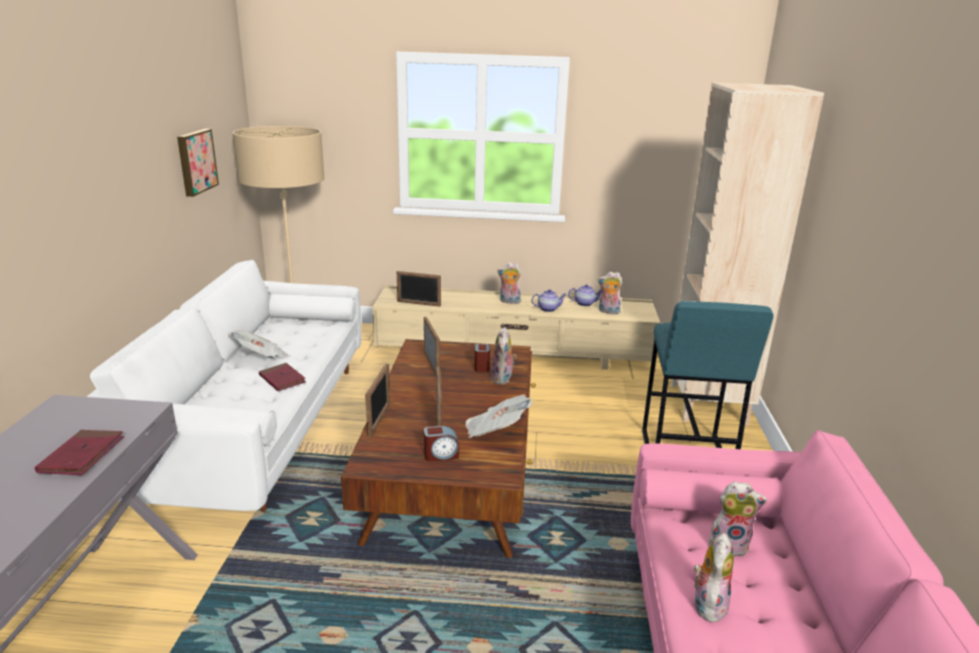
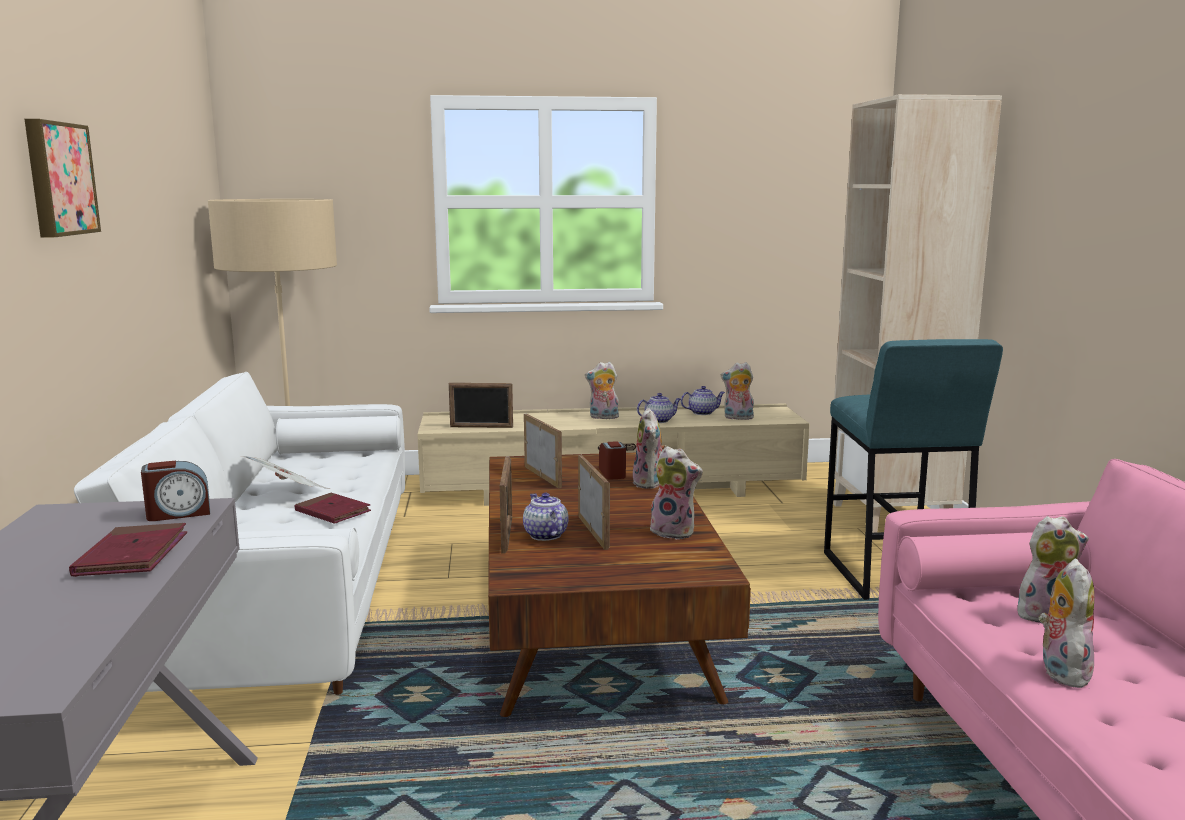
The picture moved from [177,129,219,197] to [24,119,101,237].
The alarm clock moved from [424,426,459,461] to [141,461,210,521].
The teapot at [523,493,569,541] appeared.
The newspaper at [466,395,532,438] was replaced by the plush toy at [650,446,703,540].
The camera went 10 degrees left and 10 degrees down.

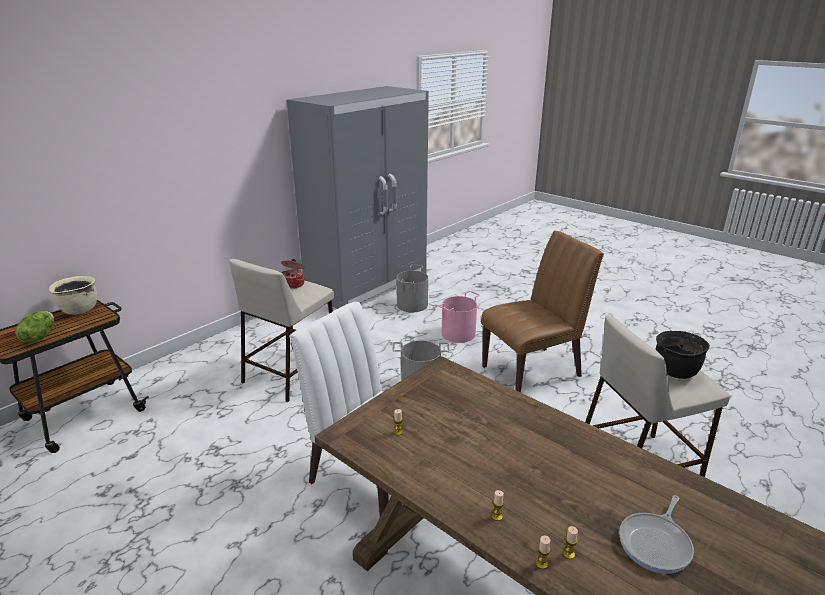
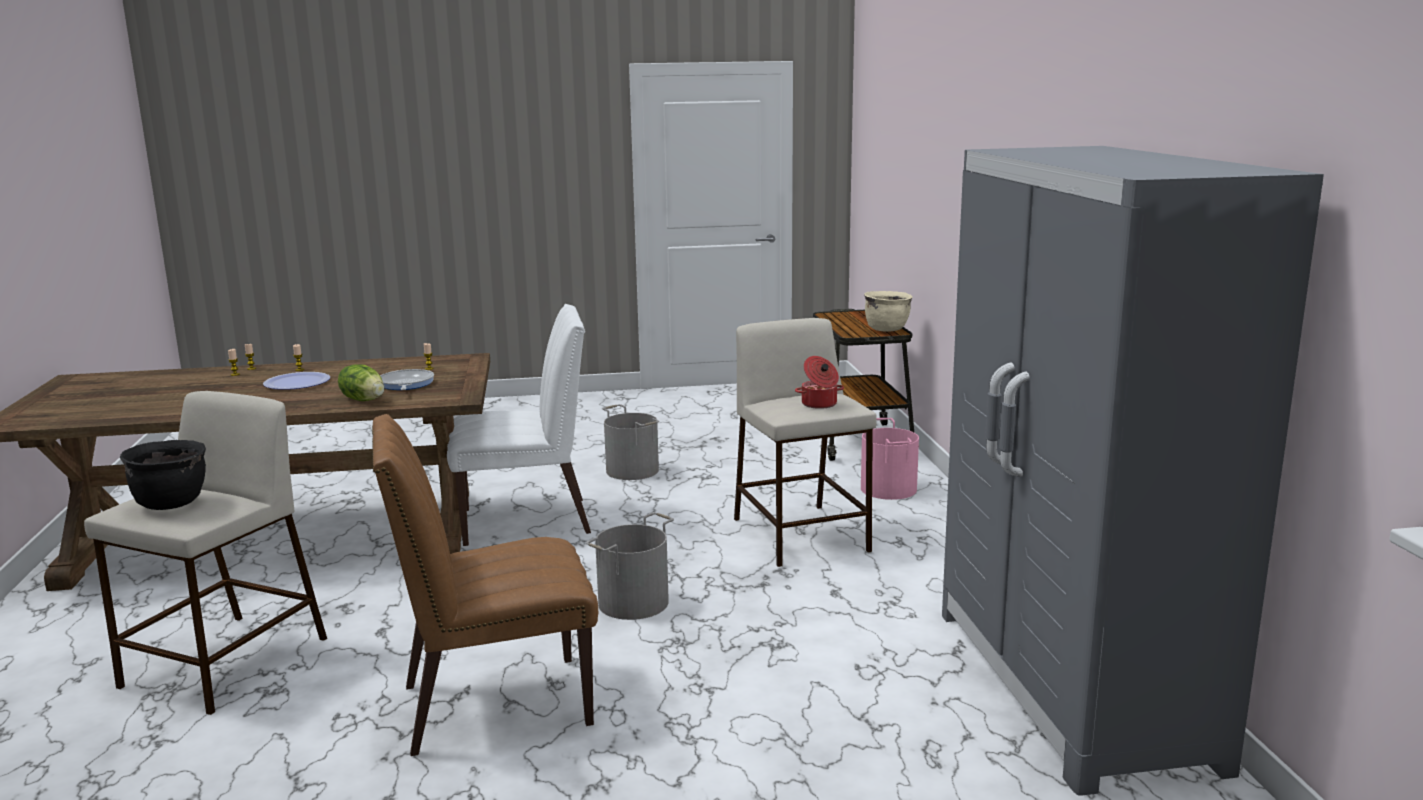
The plate at [263,372,330,390] appeared.
The lettuce moved from [15,311,54,343] to [338,364,384,401].
The chair (brown) at [481,231,604,393] turned 60 degrees clockwise.
The frying pan moved from [619,495,694,574] to [380,369,434,390].
The bucket (grey) moved from [397,265,428,312] to [602,404,659,480].
The bucket (pink) moved from [439,291,480,343] to [861,418,919,500].
The camera went 130 degrees right and 10 degrees down.

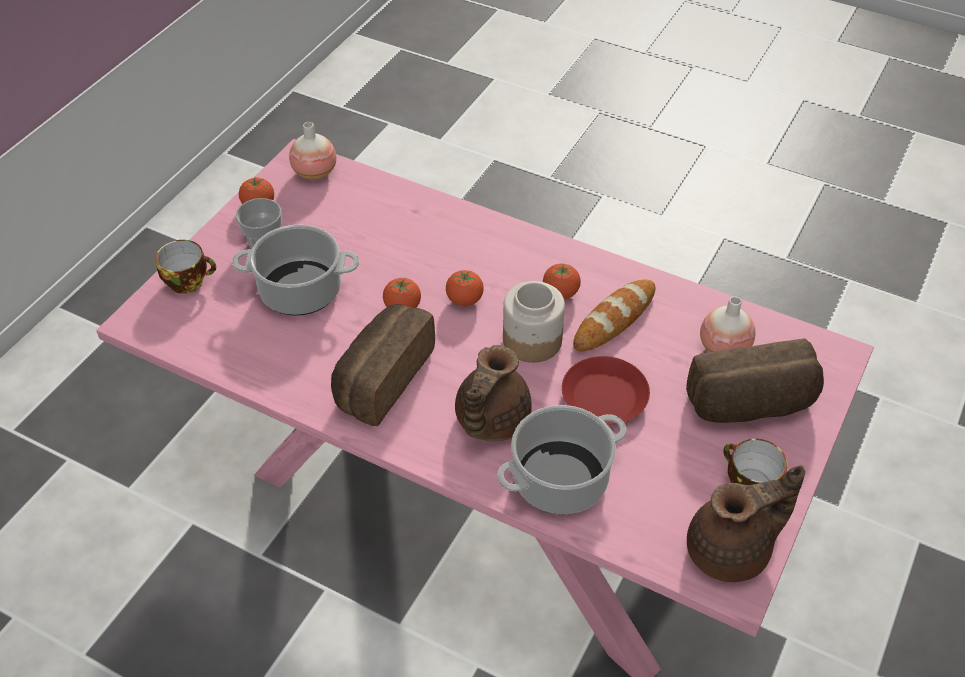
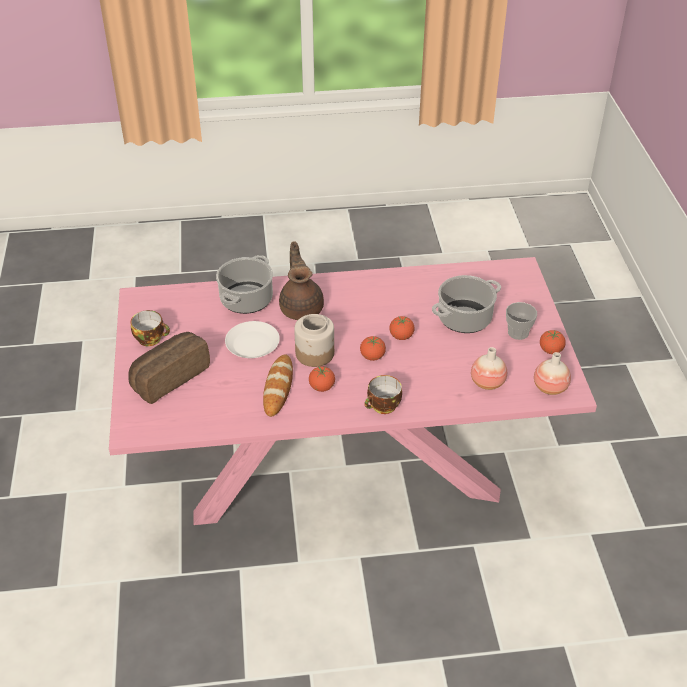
The plate (red) at [562,356,650,424] became the plate (white) at [225,321,280,358].
The cup moved from [155,240,216,294] to [364,375,402,414].
The vase moved from [700,297,756,352] to [471,347,507,390].
The bread at [331,304,435,426] disappeared.
The teapot (brown) at [687,466,805,583] disappeared.
The camera went 145 degrees right and 5 degrees down.

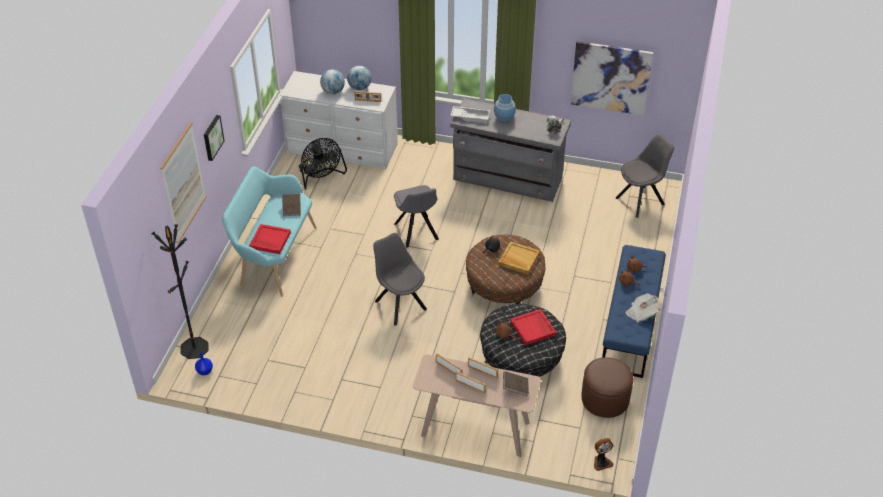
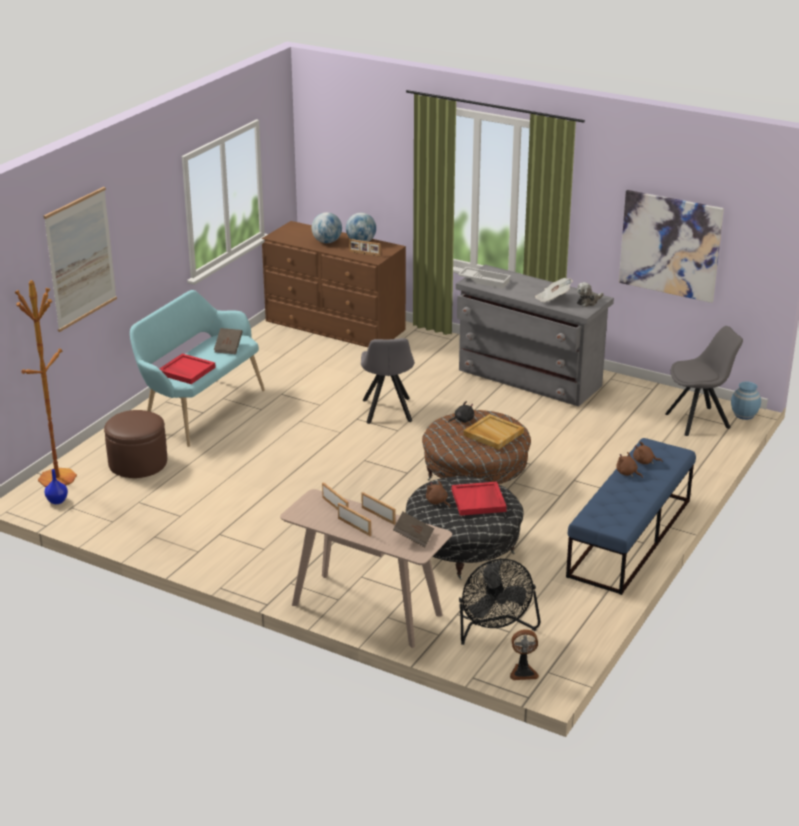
The clothes rack (black) at [152,224,208,359] became the clothes rack (orange) at [15,280,77,487].
The ottoman (brown) moved from [581,357,634,418] to [104,410,167,478].
The dresser (white) at [280,71,398,169] became the dresser (brown) at [262,221,406,347].
The fan (black) moved from [299,138,347,189] to [459,558,541,645].
The newspaper moved from [626,293,659,323] to [535,278,573,303].
The vase (blue) moved from [494,94,516,123] to [731,381,761,420].
The picture at [204,115,225,161] disappeared.
The chair (grey) at [373,233,427,326] disappeared.
The camera went 15 degrees right and 15 degrees down.

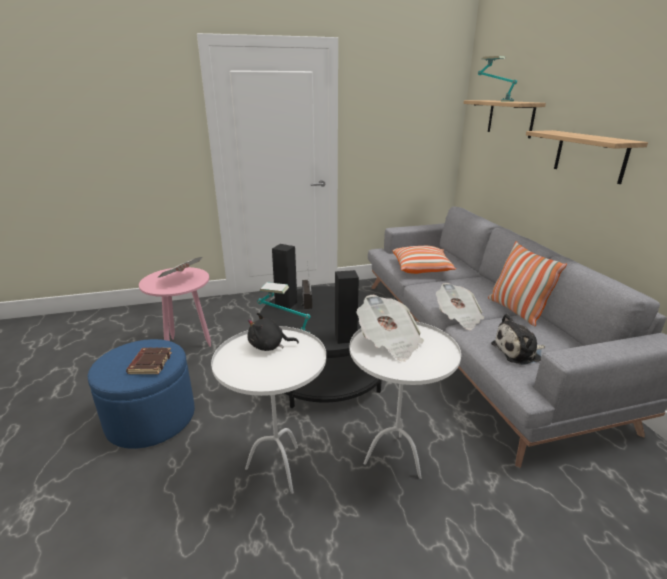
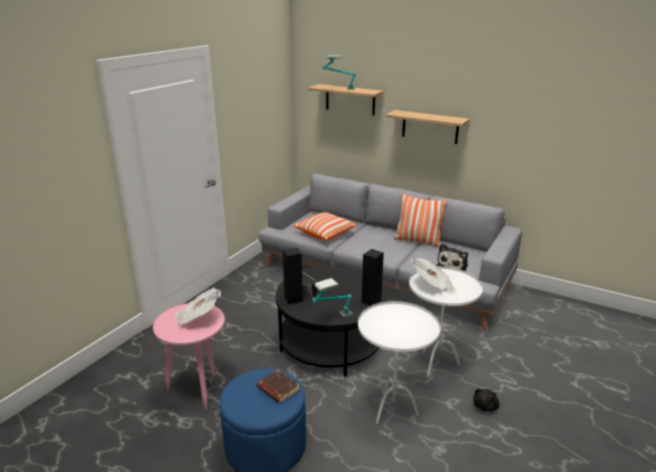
The plush toy (black) moved from [247,312,299,351] to [473,389,500,411].
The newspaper at [436,283,484,330] disappeared.
The camera went 45 degrees left and 0 degrees up.

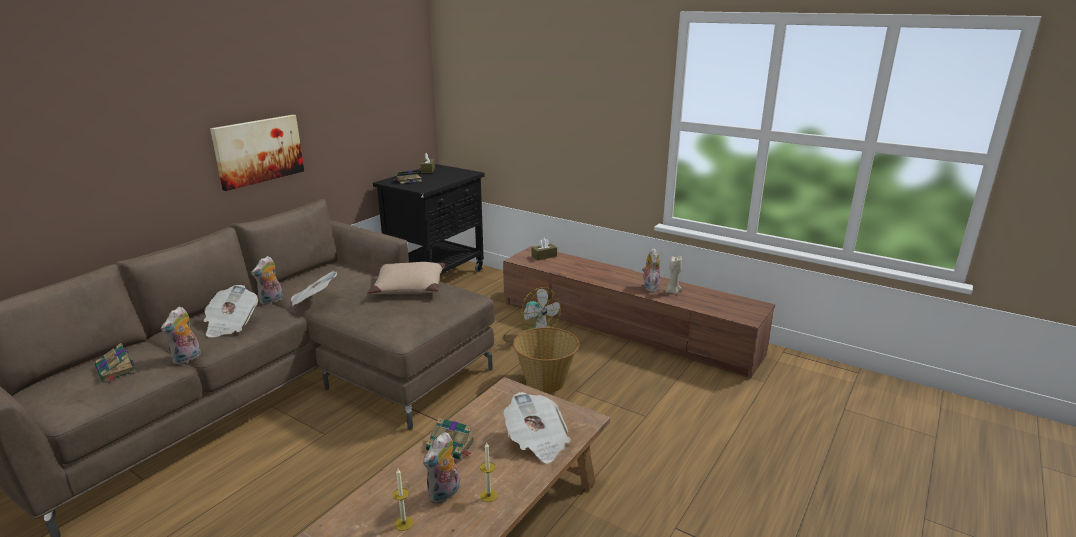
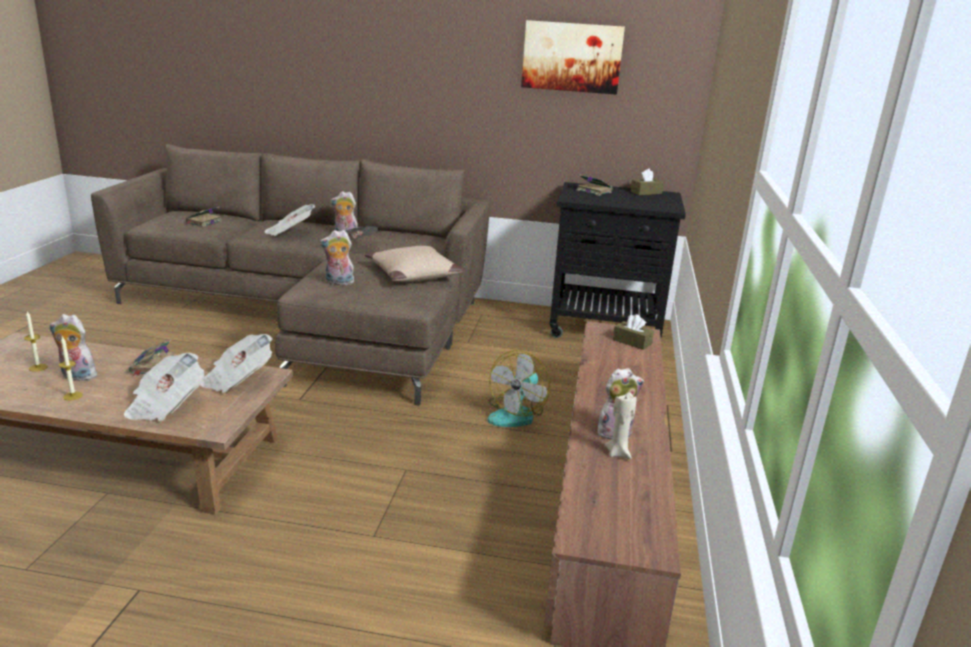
The newspaper at [200,334,273,393] appeared.
The plush toy moved from [161,307,201,365] to [320,230,354,285].
The picture moved from [210,115,304,191] to [521,20,625,95].
The basket at [513,327,579,394] disappeared.
The camera went 65 degrees right and 0 degrees up.

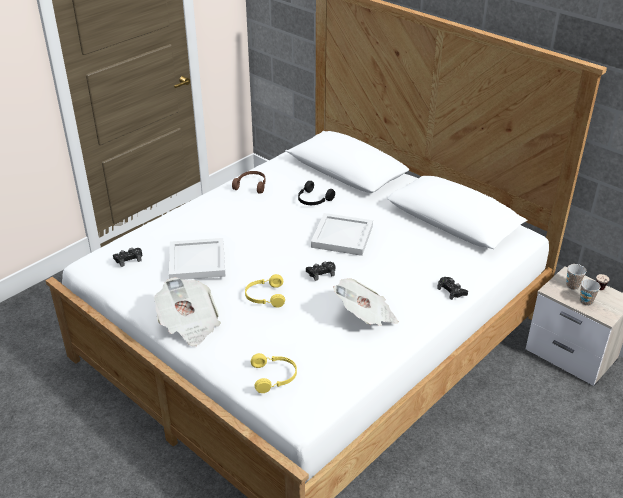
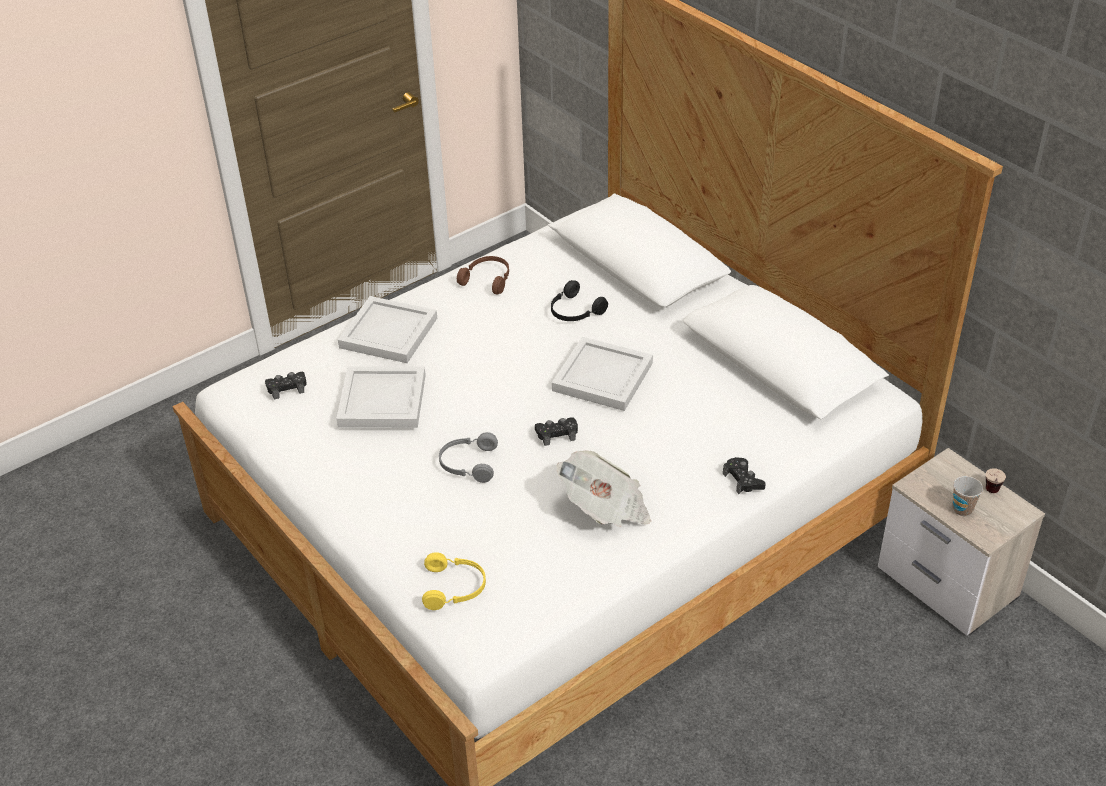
The tray (white) at [338,296,437,363] appeared.
The headphones (yellow) at [245,274,285,307] became the headphones (grey) at [439,432,498,483].
The newspaper at [154,277,221,346] disappeared.
The cup at [566,264,586,290] disappeared.
The camera went 10 degrees right and 5 degrees up.

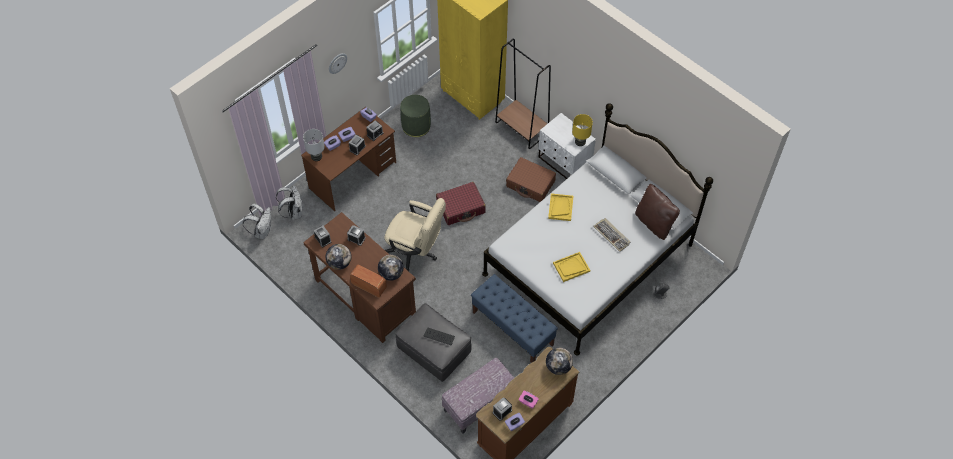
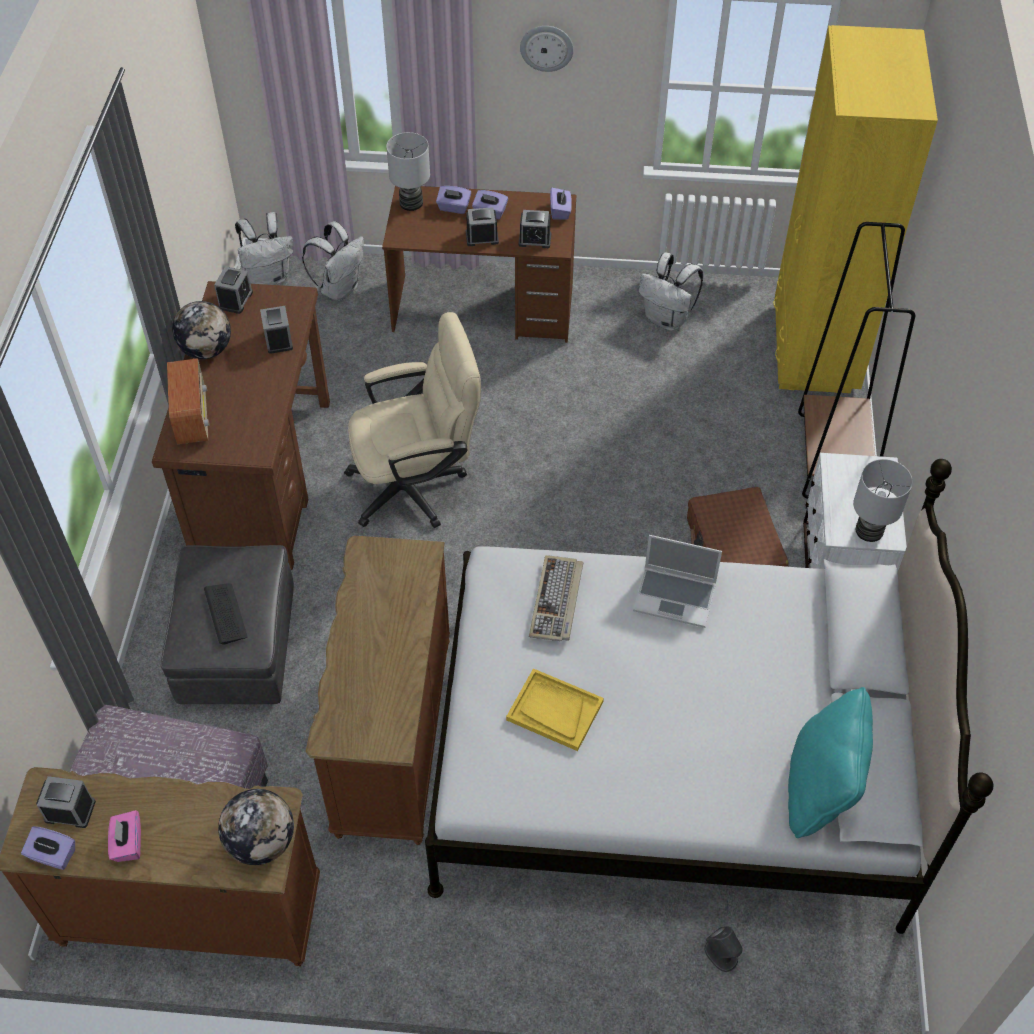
The bench (blue) at [471,274,558,363] was replaced by the dresser (brown) at [306,536,450,845].
The office chair (beige) at [385,198,446,271] turned 90 degrees counterclockwise.
The keyboard moved from [593,218,630,252] to [529,555,583,641].
The tray (yellow) at [548,193,573,221] was replaced by the laptop at [633,535,722,628].
The ottoman (green) at [400,95,431,137] was replaced by the backpack (white) at [639,253,703,331].
The pillow (brown) at [635,184,680,240] became the pillow (turquoise) at [788,687,873,838].
The table lamp (yellow) at [572,114,593,146] became the table lamp (grey) at [853,459,913,542].
The globe at [378,255,404,281] disappeared.
The suitcase (red) at [436,182,486,225] disappeared.
The camera went 50 degrees right and 5 degrees down.

